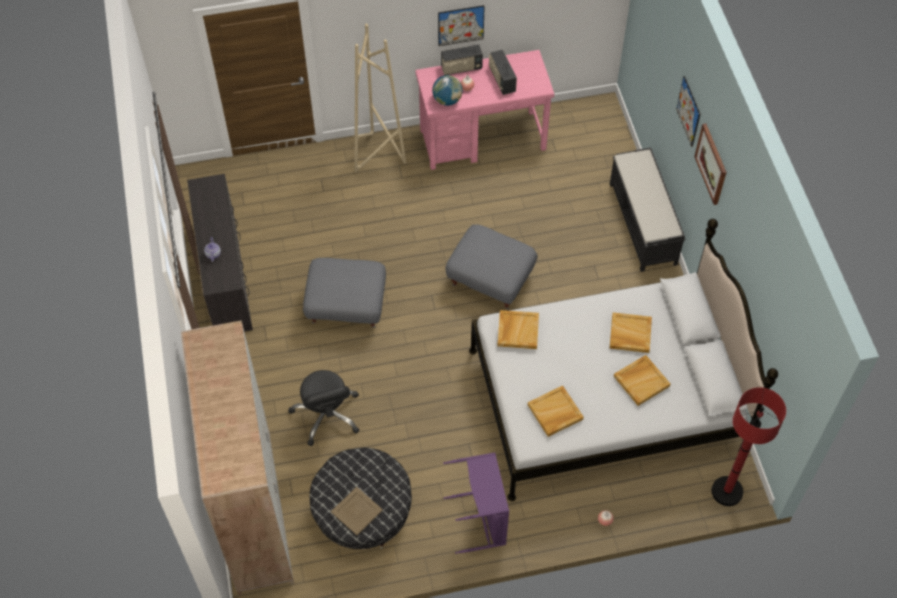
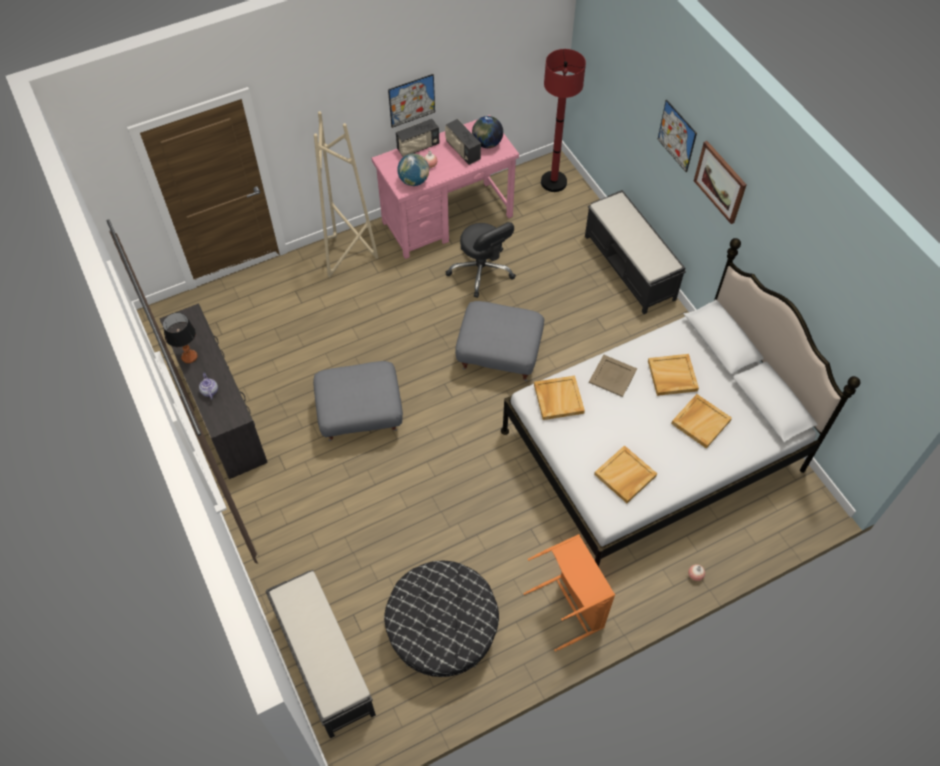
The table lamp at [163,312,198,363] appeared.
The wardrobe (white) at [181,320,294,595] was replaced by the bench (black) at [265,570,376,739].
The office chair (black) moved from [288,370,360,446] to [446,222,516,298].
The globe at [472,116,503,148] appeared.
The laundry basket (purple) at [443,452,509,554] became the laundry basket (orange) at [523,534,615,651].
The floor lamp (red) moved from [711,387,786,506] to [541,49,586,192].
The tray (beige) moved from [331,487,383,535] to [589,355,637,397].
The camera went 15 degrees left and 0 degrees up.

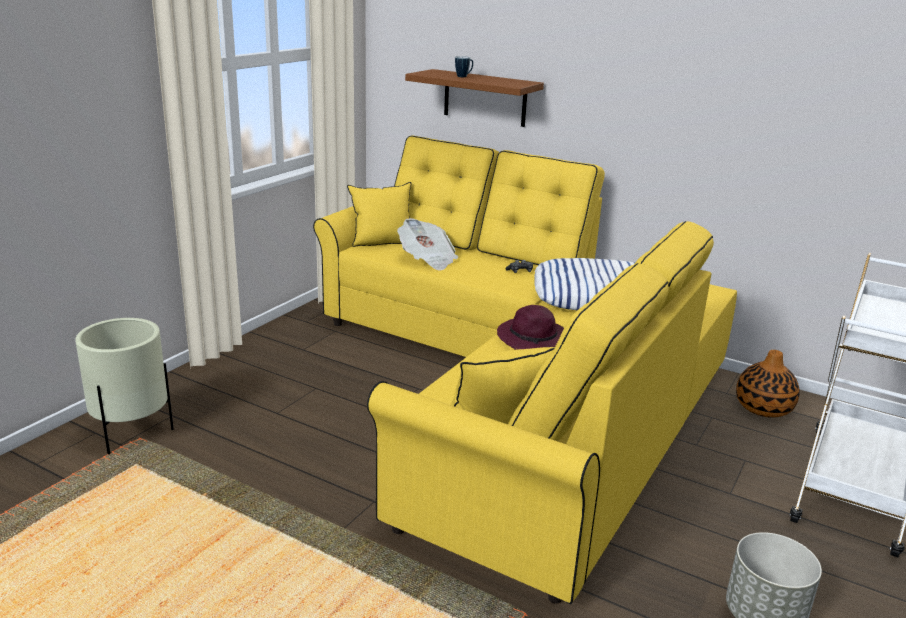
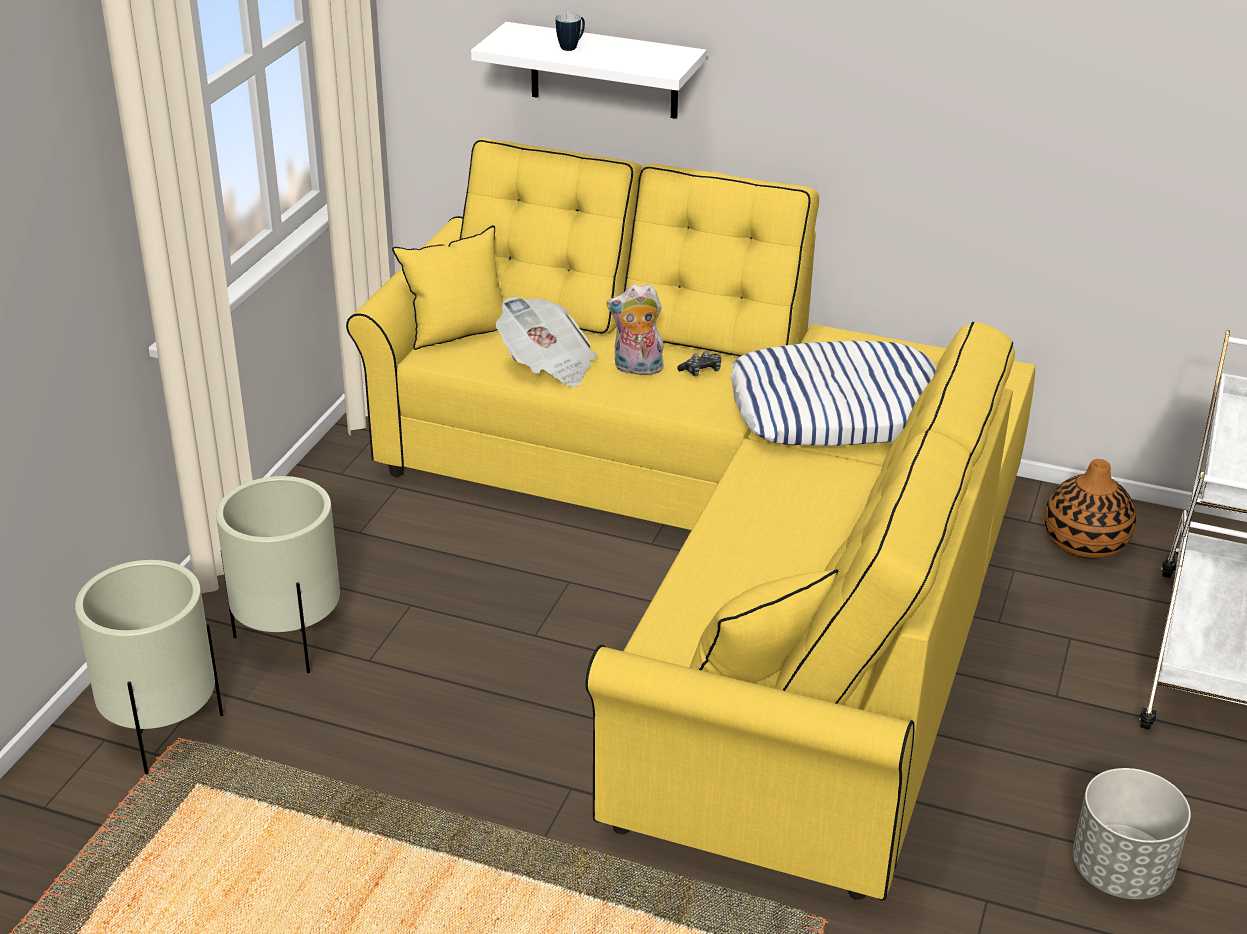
The planter (beige) at [216,476,340,674] appeared.
The shelf (brown) at [405,69,544,127] became the shelf (white) at [471,22,707,119].
The plush toy at [607,284,665,378] appeared.
The hat (purple) at [497,305,564,350] disappeared.
The camera went 10 degrees left and 10 degrees up.

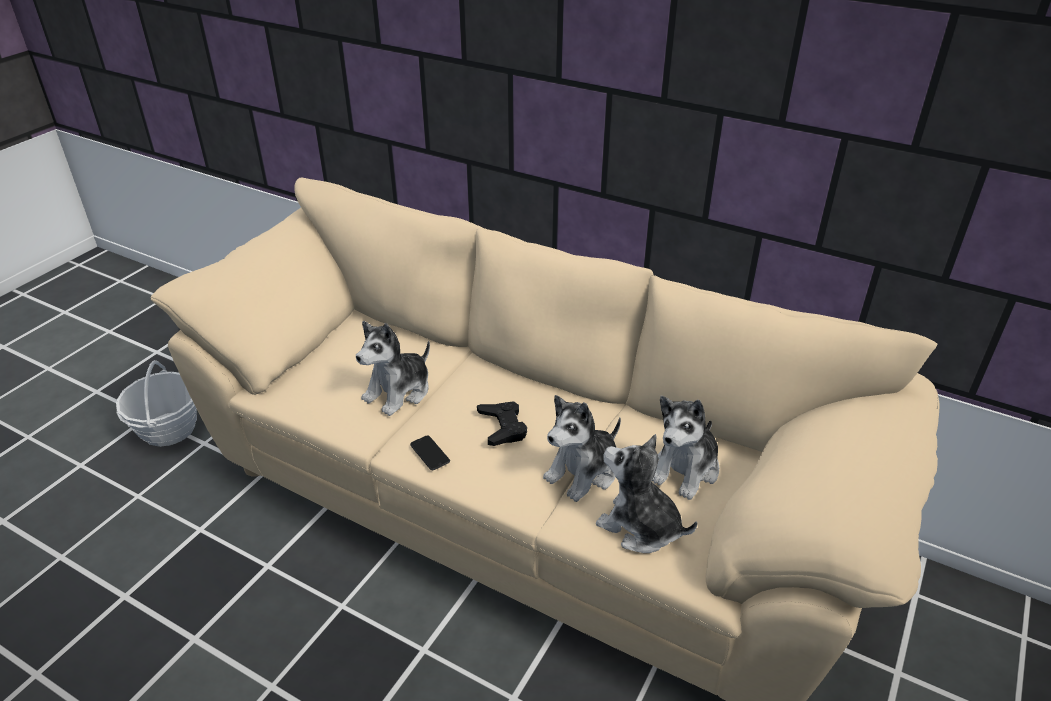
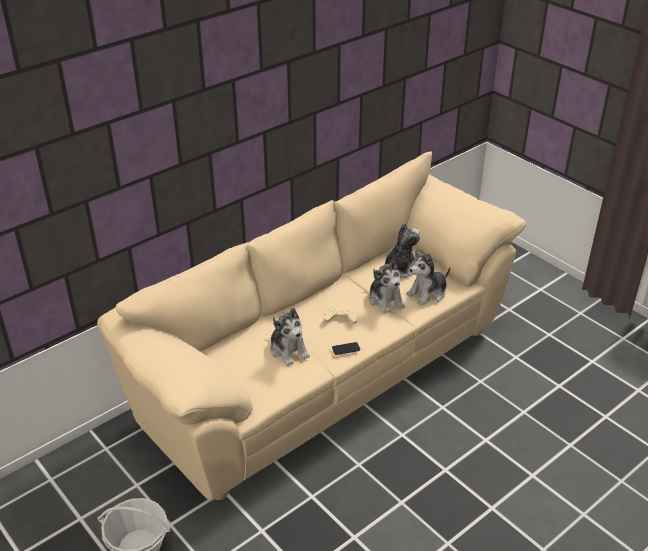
The game controller (black) at [477,401,527,446] became the game controller (beige) at [324,305,357,324].
The plush toy at [652,396,719,500] turned 105 degrees counterclockwise.
The camera went 70 degrees left and 0 degrees up.

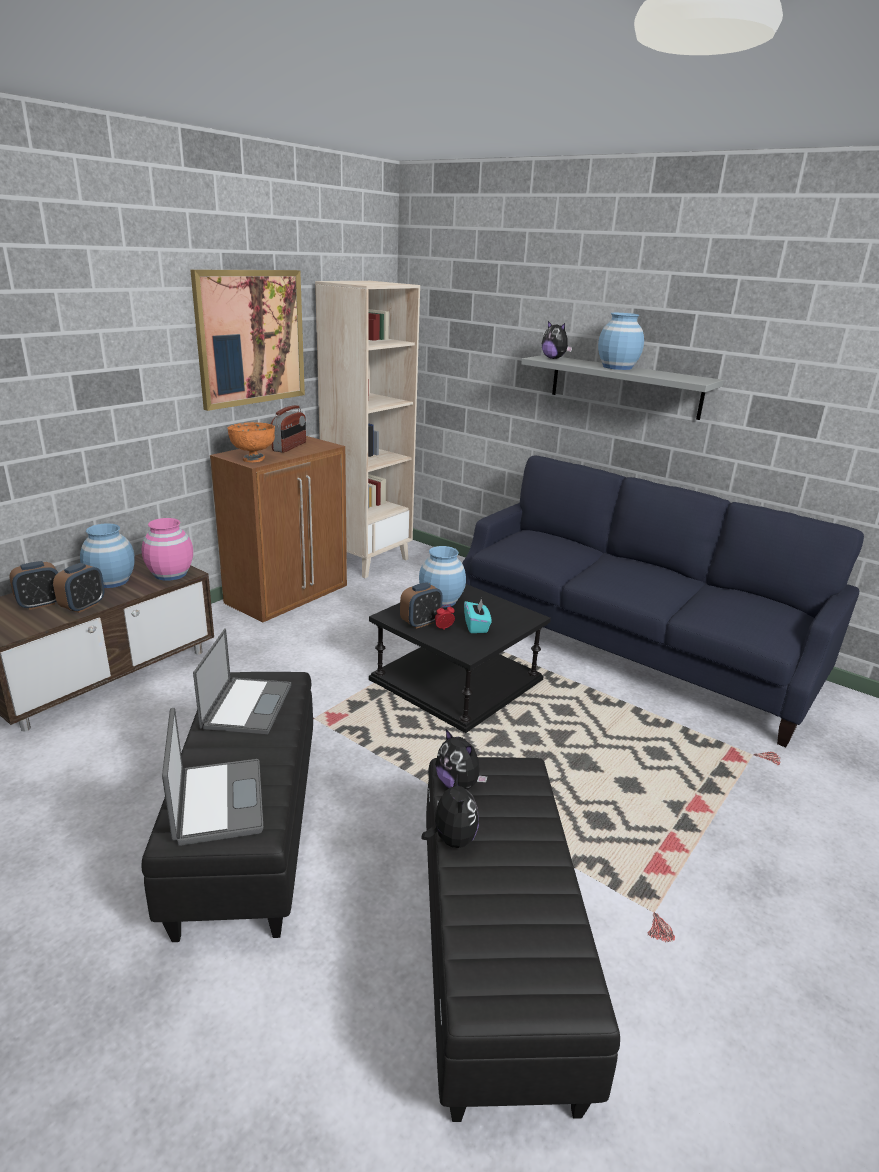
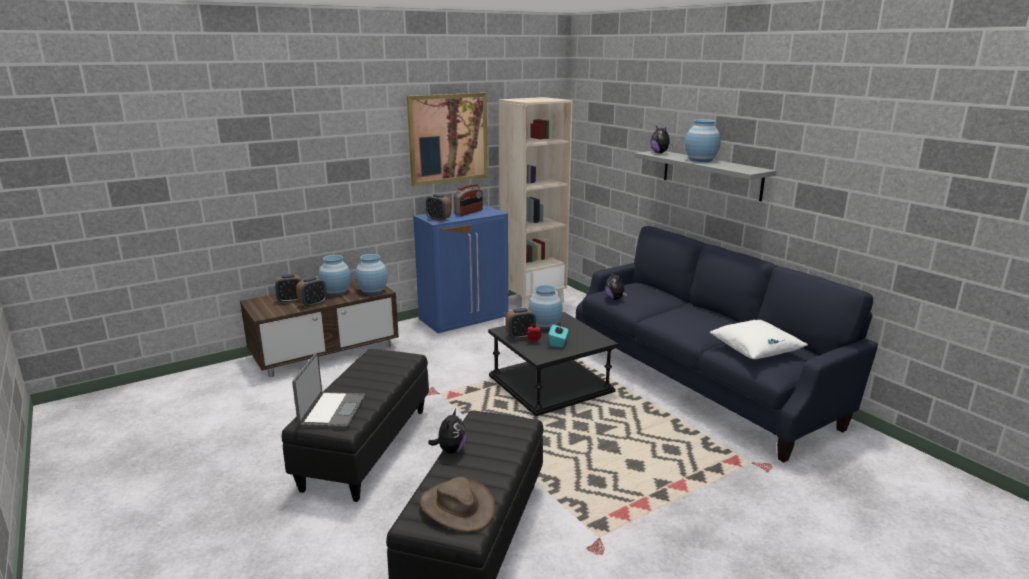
The vase (pink) at [142,518,193,581] became the vase (blue) at [356,254,388,295].
The cabinet (brown) at [210,436,347,623] became the cabinet (blue) at [413,205,508,333].
The hat (brown) at [420,477,495,532] appeared.
The bowl (orange) at [227,422,275,462] was replaced by the alarm clock at [426,194,451,221].
The plush toy moved from [435,729,488,790] to [605,272,627,300].
The pillow (white) at [710,320,808,359] appeared.
The laptop at [193,628,291,734] disappeared.
The camera went 20 degrees right and 5 degrees down.

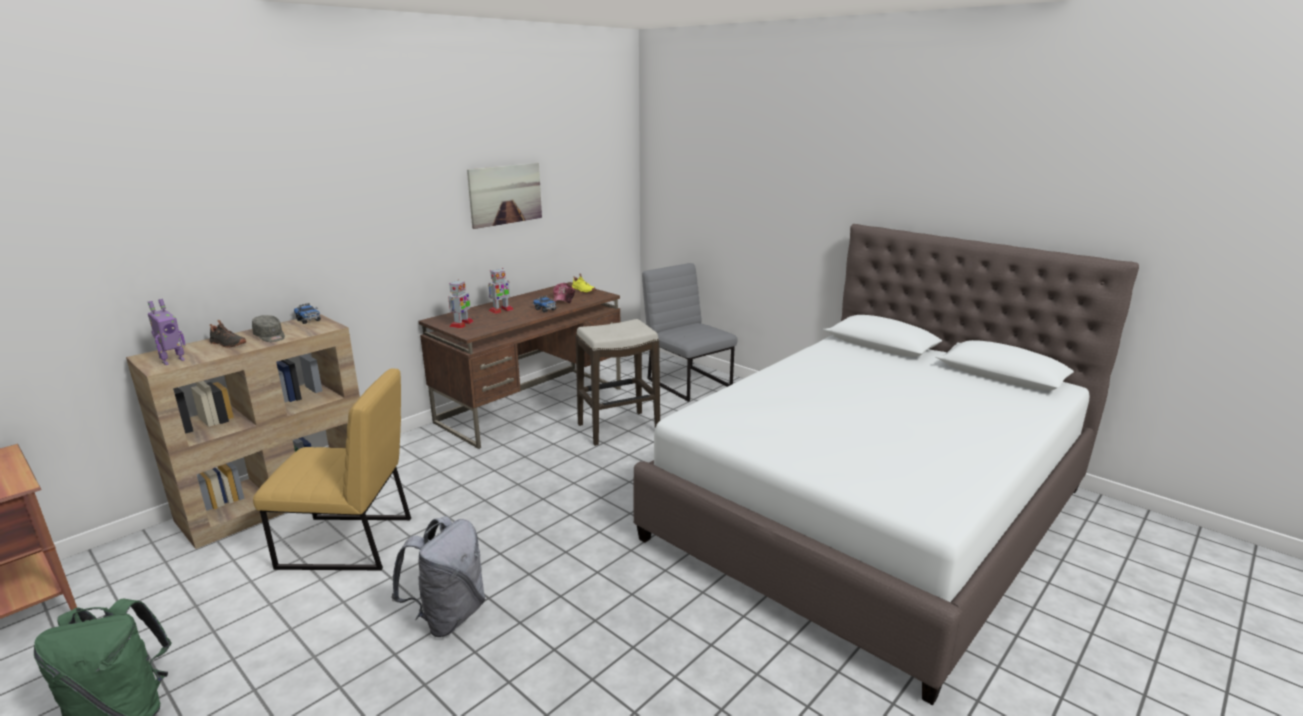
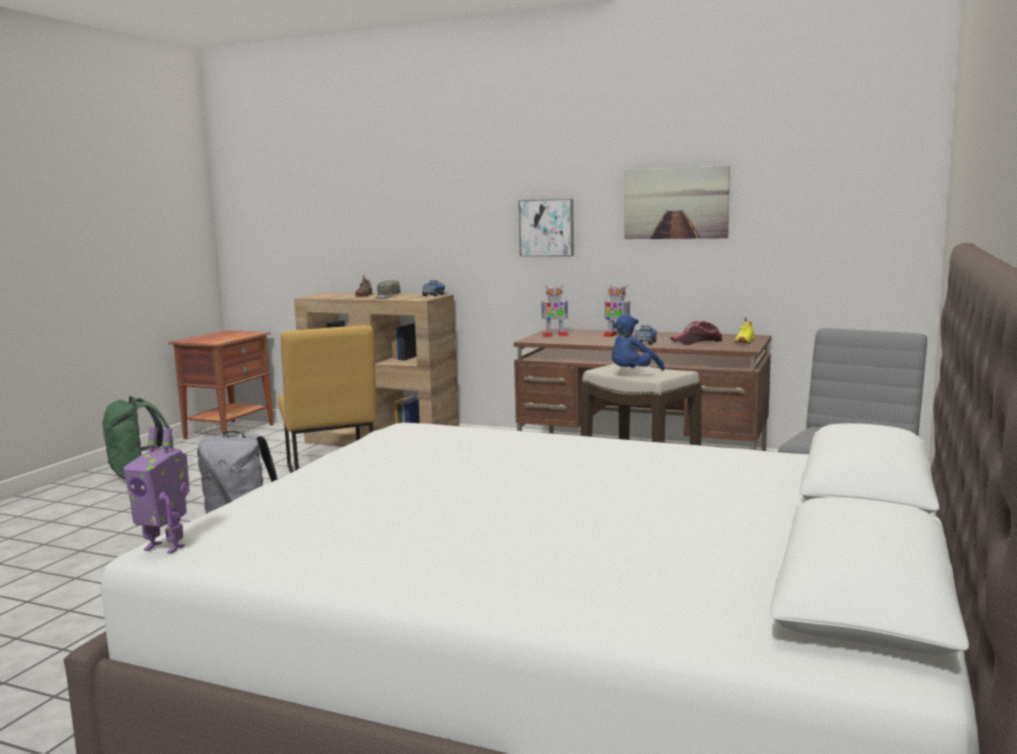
The toy robot moved from [148,299,186,365] to [123,427,190,554].
The picture at [518,199,574,256] appeared.
The plush toy (blue) at [612,314,665,370] appeared.
The camera went 70 degrees right and 10 degrees down.

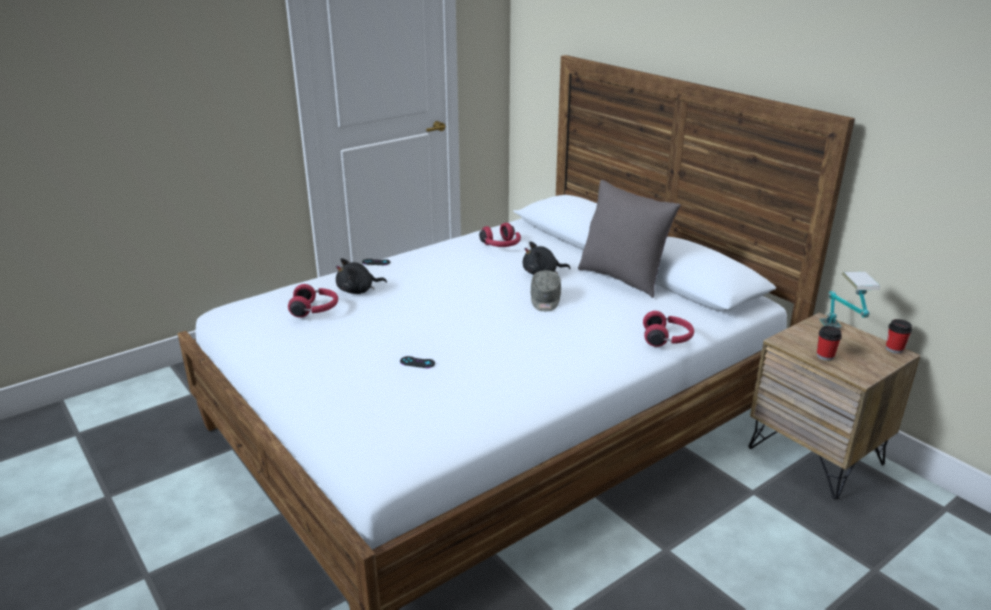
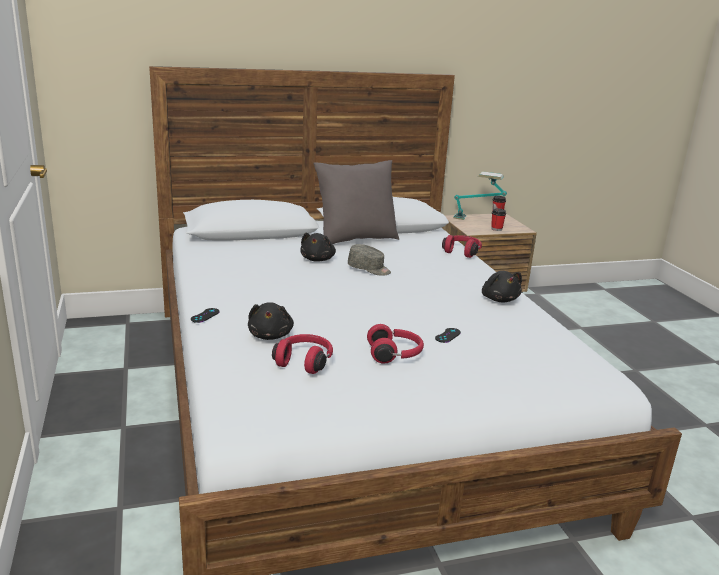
The headphones (red) moved from [479,223,521,247] to [367,324,424,364].
The plush toy (black) at [482,271,522,303] appeared.
The camera went 70 degrees left and 5 degrees down.

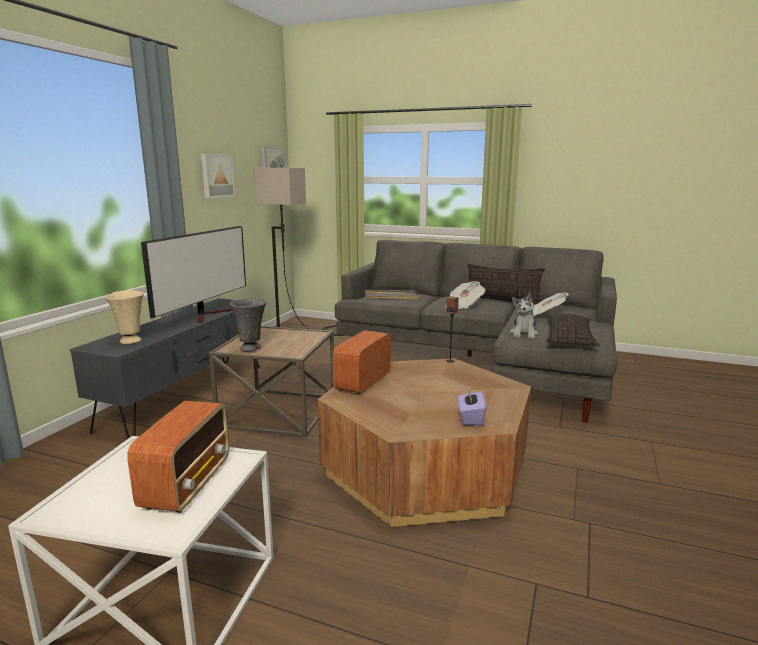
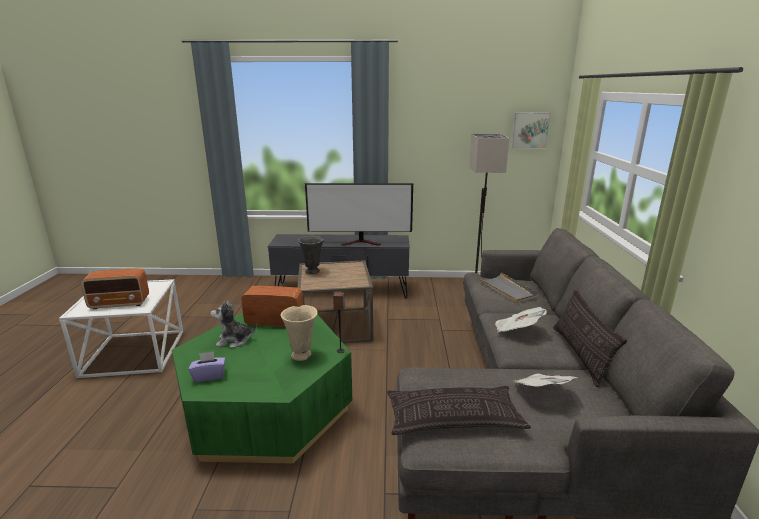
The coffee table (brown) at [318,358,531,527] became the coffee table (green) at [172,314,352,464].
The plush toy moved from [510,293,538,339] to [210,300,257,348].
The vase (beige) moved from [105,290,144,344] to [281,305,318,361].
The picture at [201,154,235,198] disappeared.
The camera went 70 degrees right and 5 degrees up.

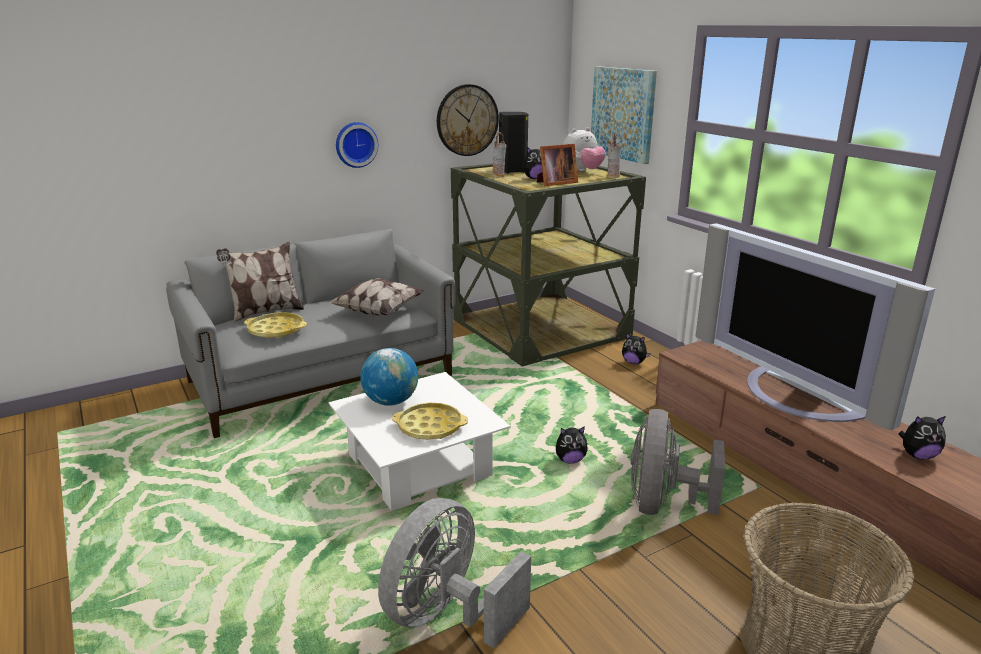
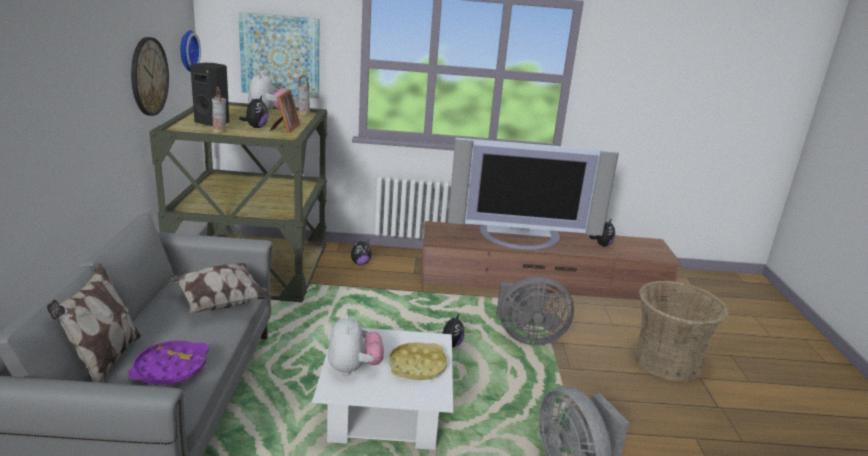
The tray (yellow) at [244,312,307,338] became the tray (purple) at [127,341,209,385].
The wall clock moved from [336,122,378,168] to [180,30,201,72].
The globe at [360,348,418,406] was replaced by the plush toy at [328,314,384,376].
The fan (grey) at [631,409,726,515] turned 45 degrees counterclockwise.
The camera went 60 degrees left and 0 degrees up.

